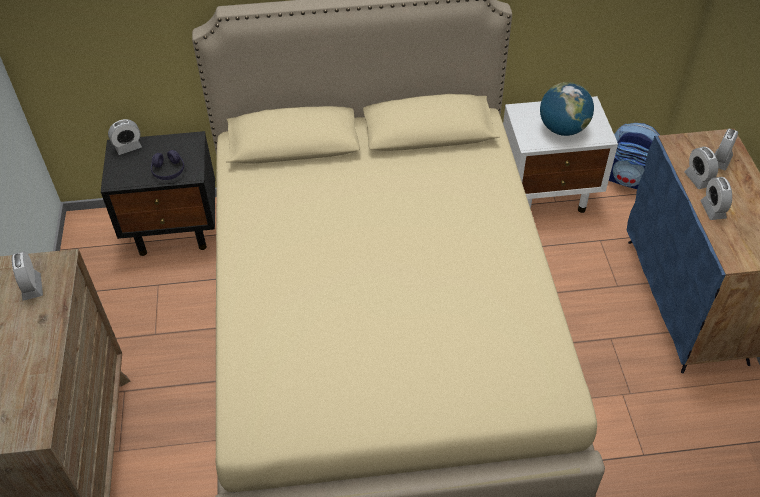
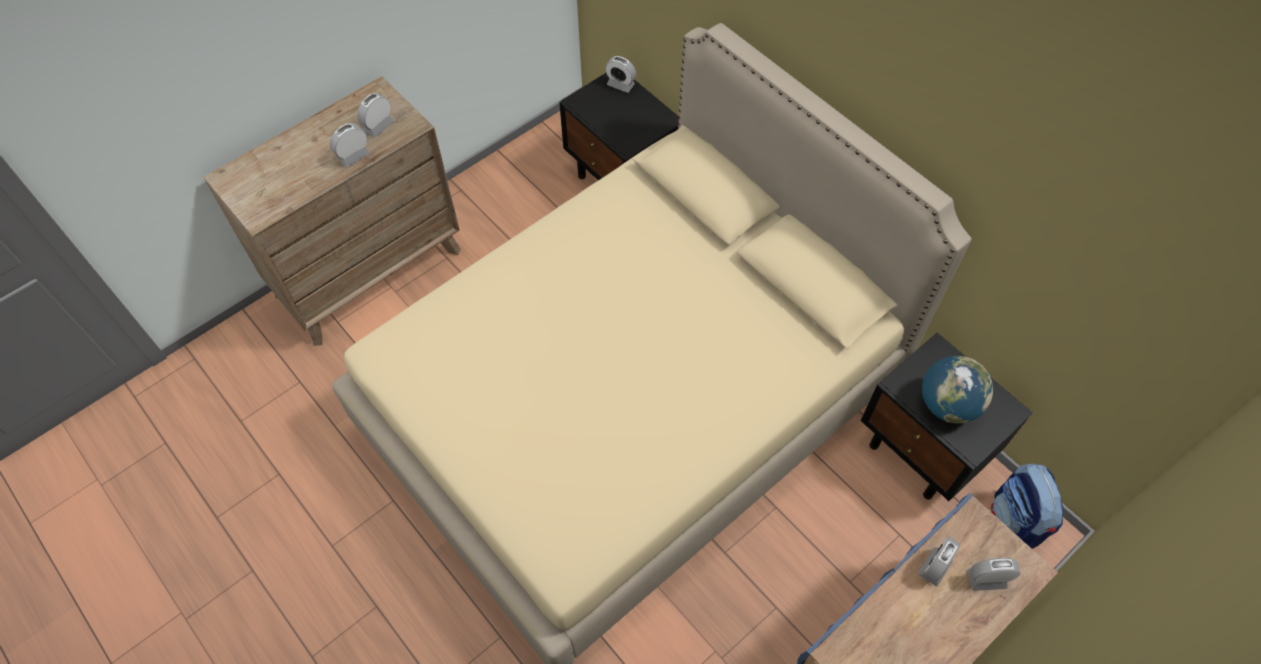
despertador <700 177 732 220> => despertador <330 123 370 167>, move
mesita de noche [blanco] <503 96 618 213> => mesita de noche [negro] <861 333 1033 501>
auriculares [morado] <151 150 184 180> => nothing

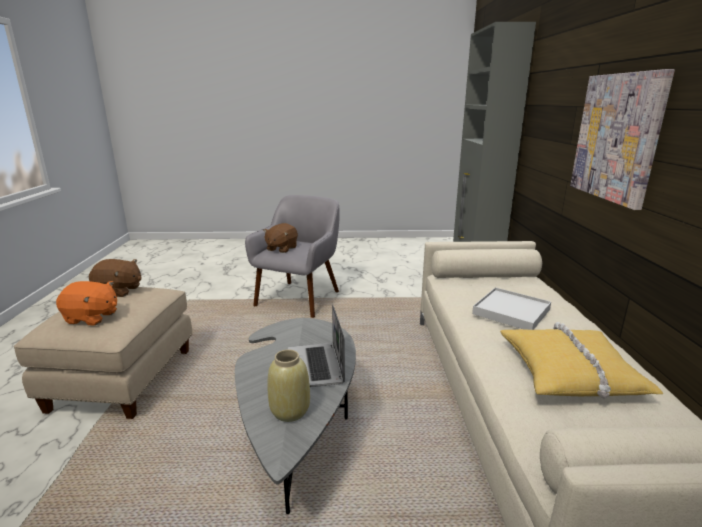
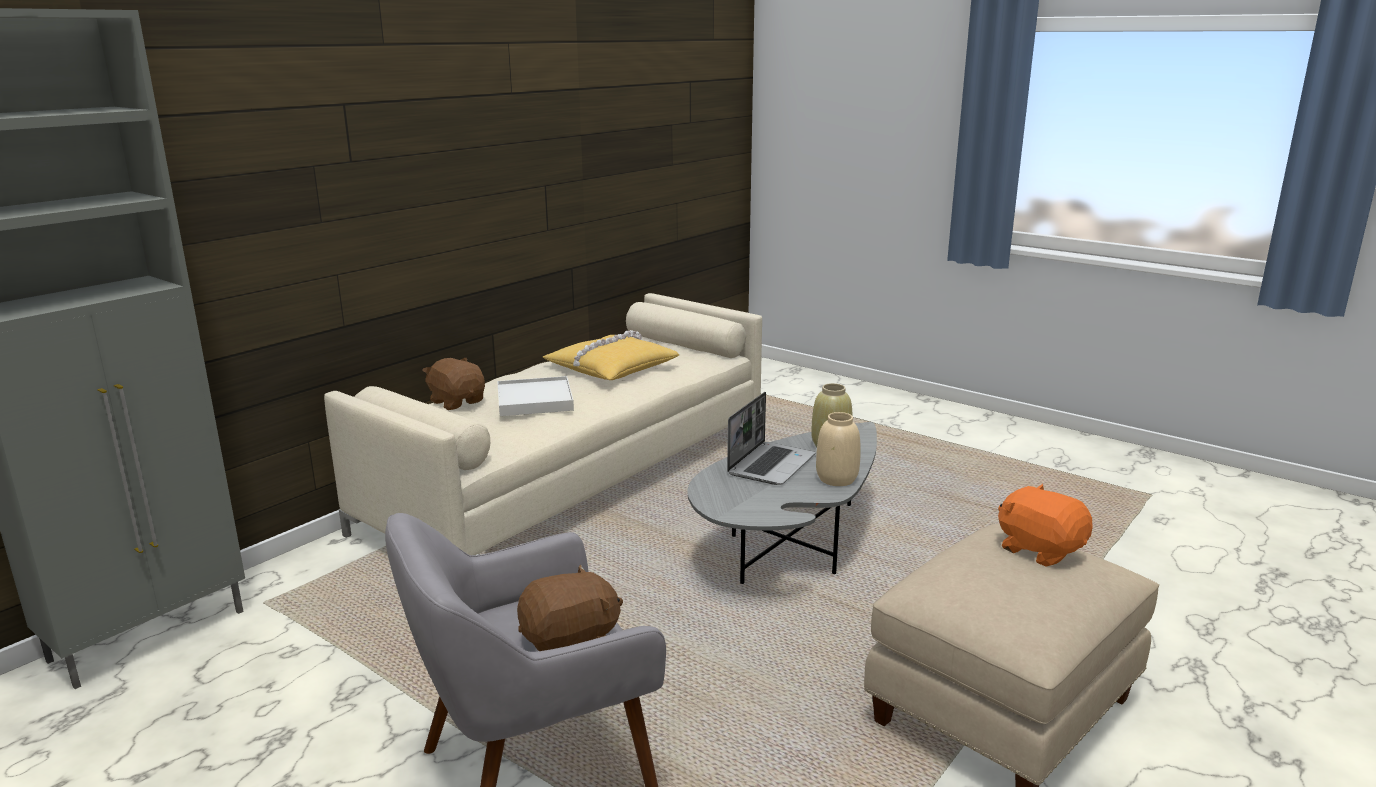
peluche [marrón] <89 259 142 297> => peluche [marrón] <422 358 485 410>, move
nothing => florero [beis] <816 412 861 486>
cuadro <570 69 675 210> => nothing

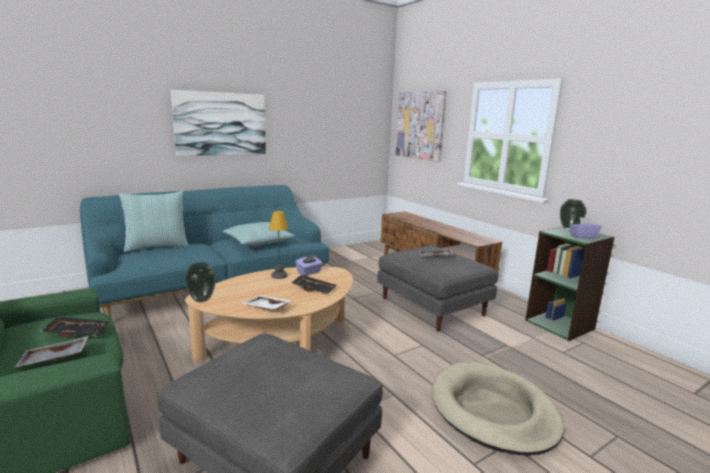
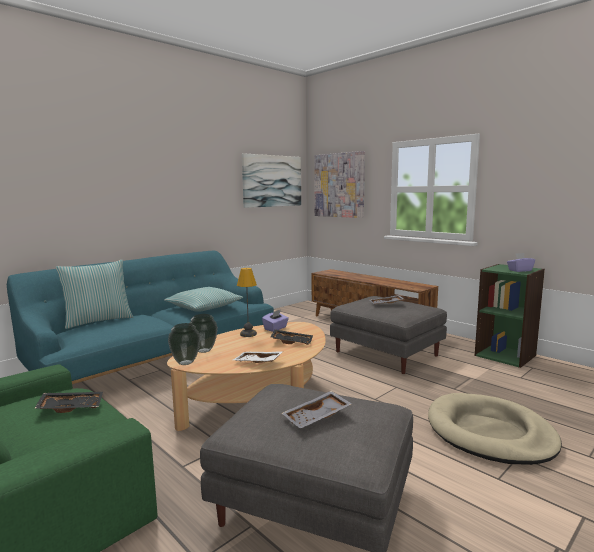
florero <560 199 587 231> => florero <190 314 218 353>, move
cuadro <171 90 266 156> => cuadro <242 153 301 208>, move
bandeja [gris] <14 336 88 367> => bandeja [gris] <282 391 352 429>, move

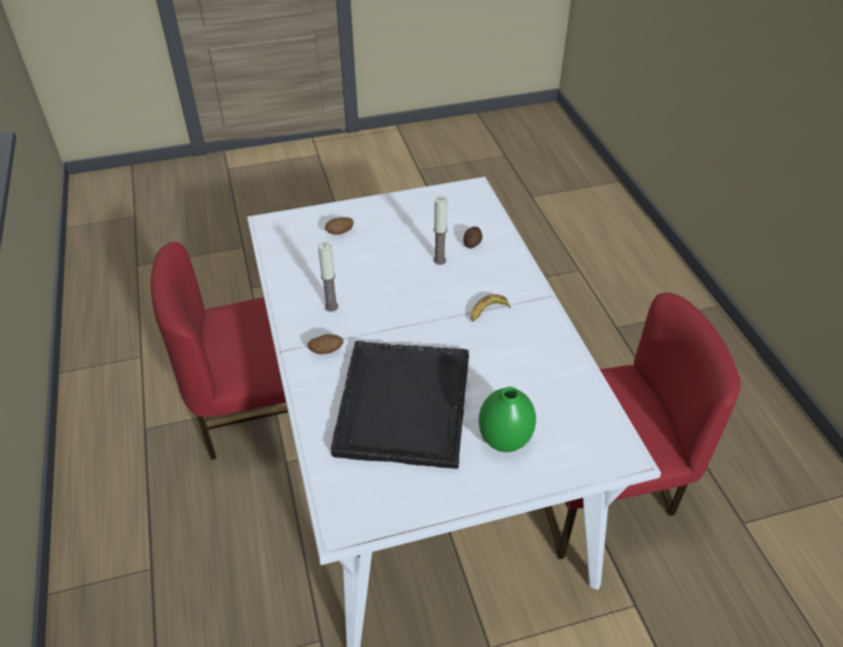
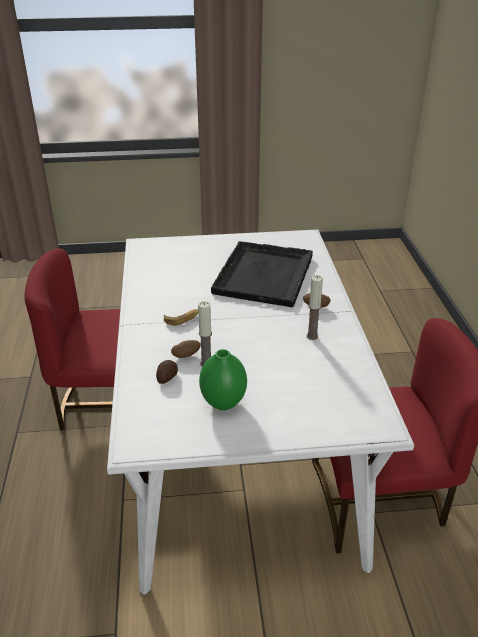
patata <325 217 353 235> => patata <171 340 201 358>, move
florero [verde] <479 387 536 452> => florero [verde] <199 349 247 410>, move

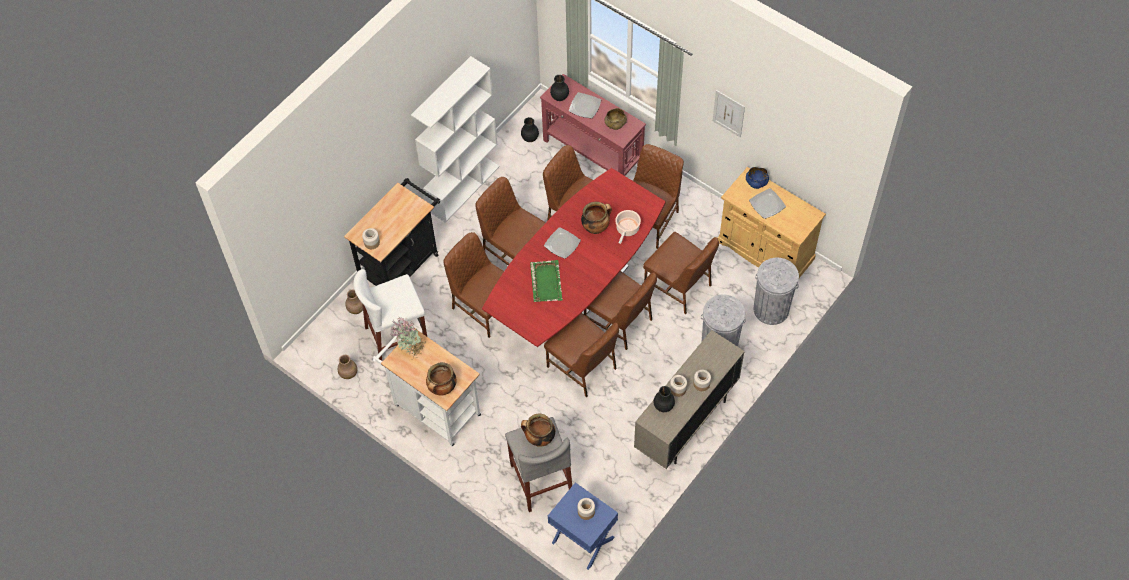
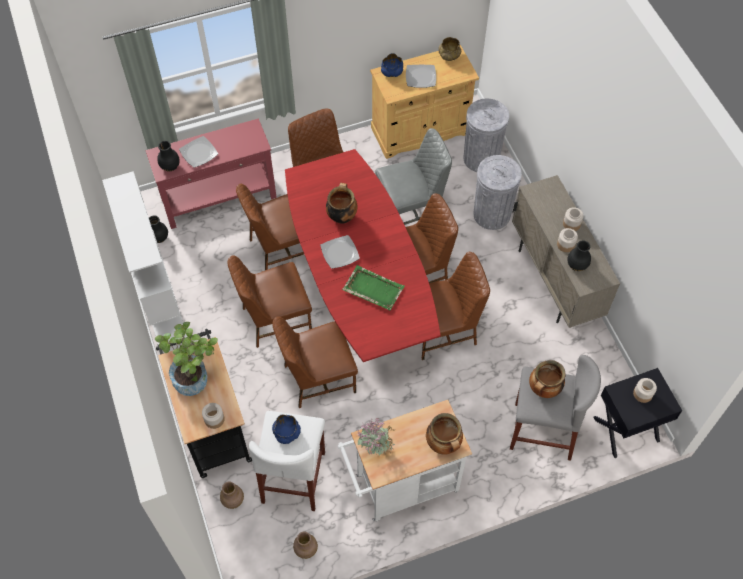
nothing => planta en maceta <155 322 218 396>
nothing => cuenco [azul] <272 414 301 444>
silla [marrón] <643 232 719 314> => silla [gris] <375 128 452 225>
cuenco [beis] <604 108 627 130> => cuenco [beis] <438 37 461 61>, move
mesita de noche [azul] <548 482 618 570> => mesita de noche [negro] <594 368 682 458>
olla <615 210 641 244> => nothing
cuadro <713 90 745 137> => nothing

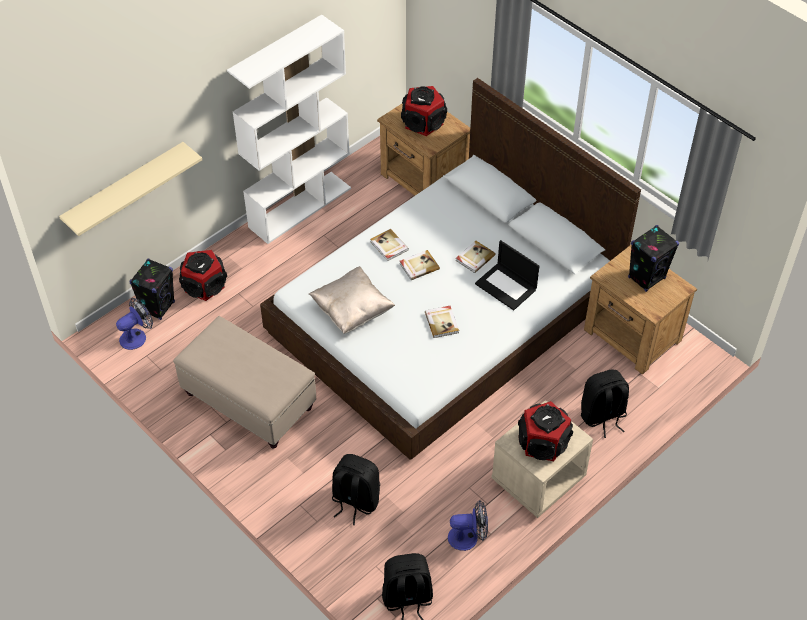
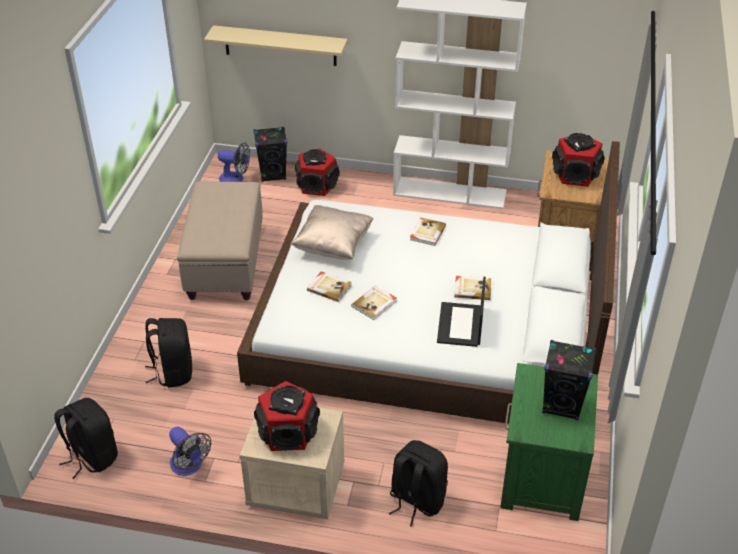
libro <400 250 440 280> => libro <307 271 352 302>, move
mesita de noche [marrón] <584 245 697 375> => mesita de noche [verde] <500 363 598 521>

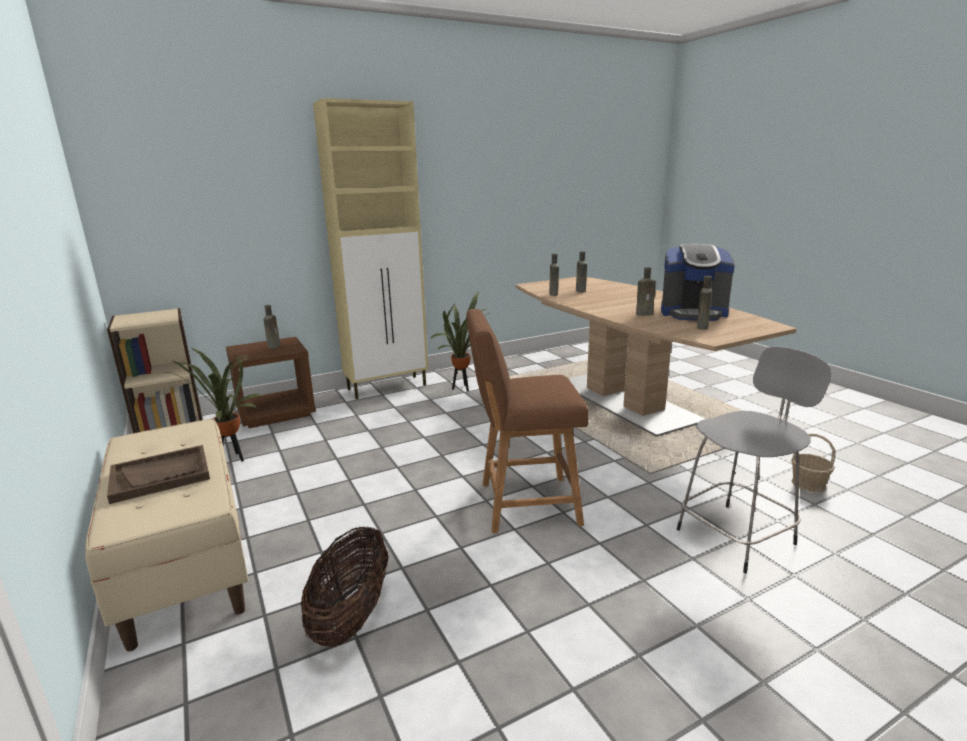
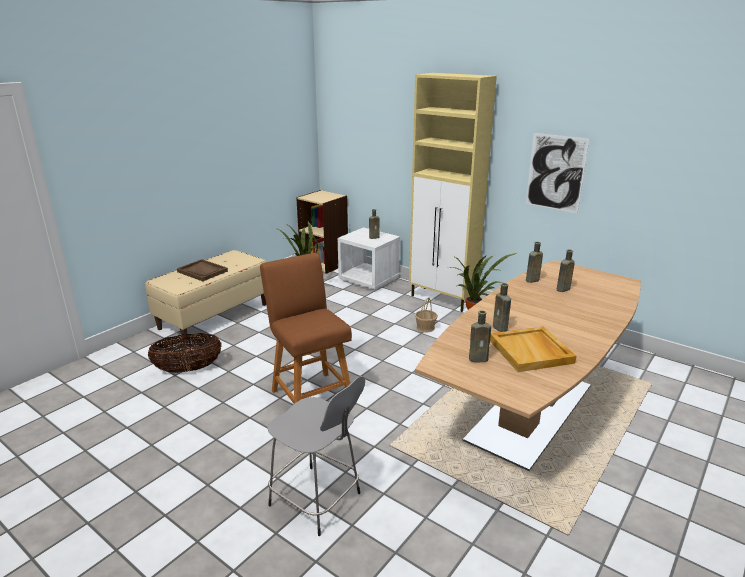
mesita de noche [marrón] <226 337 316 428> => mesita de noche [blanco] <338 227 400 291>
cesta <791 434 835 492> => cesta <415 297 438 333>, move
cafetera <661 244 735 321> => bandeja [beis] <490 326 577 372>
nothing => cuadro <526 133 589 213>

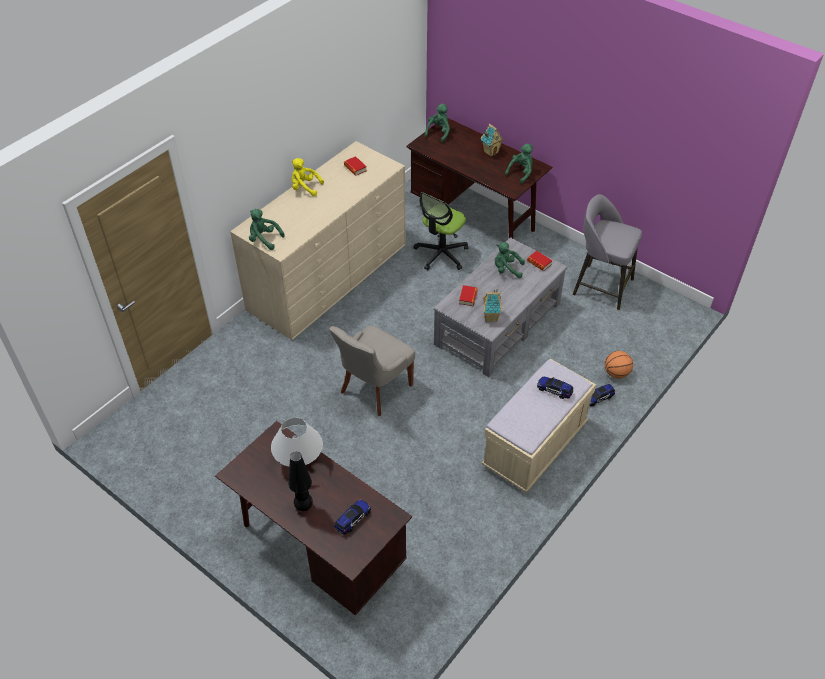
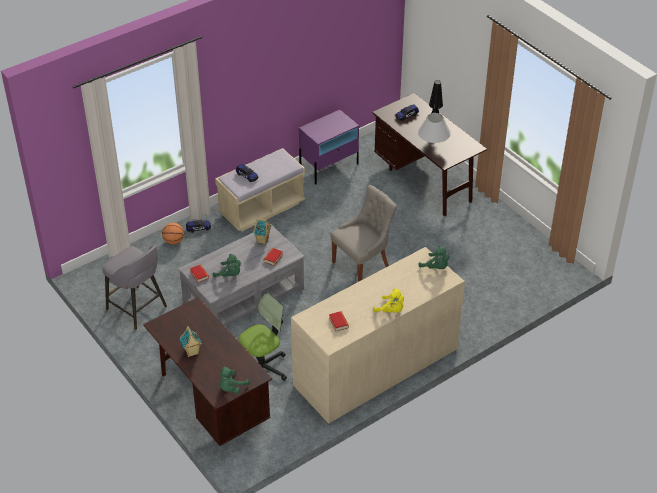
nothing => mesita de noche [morado] <299 110 359 184>
peluche [verde] <505 144 533 184> => nothing

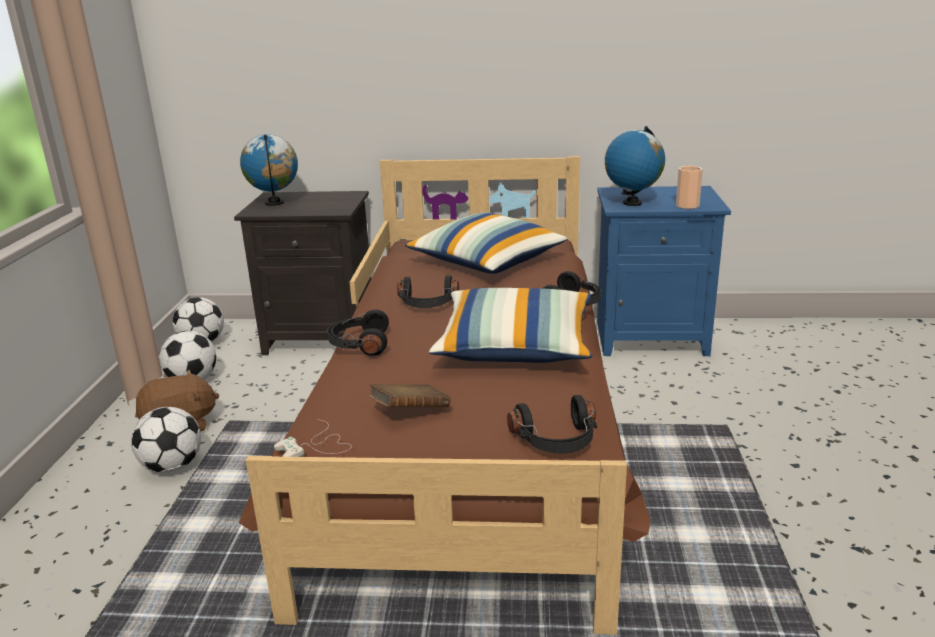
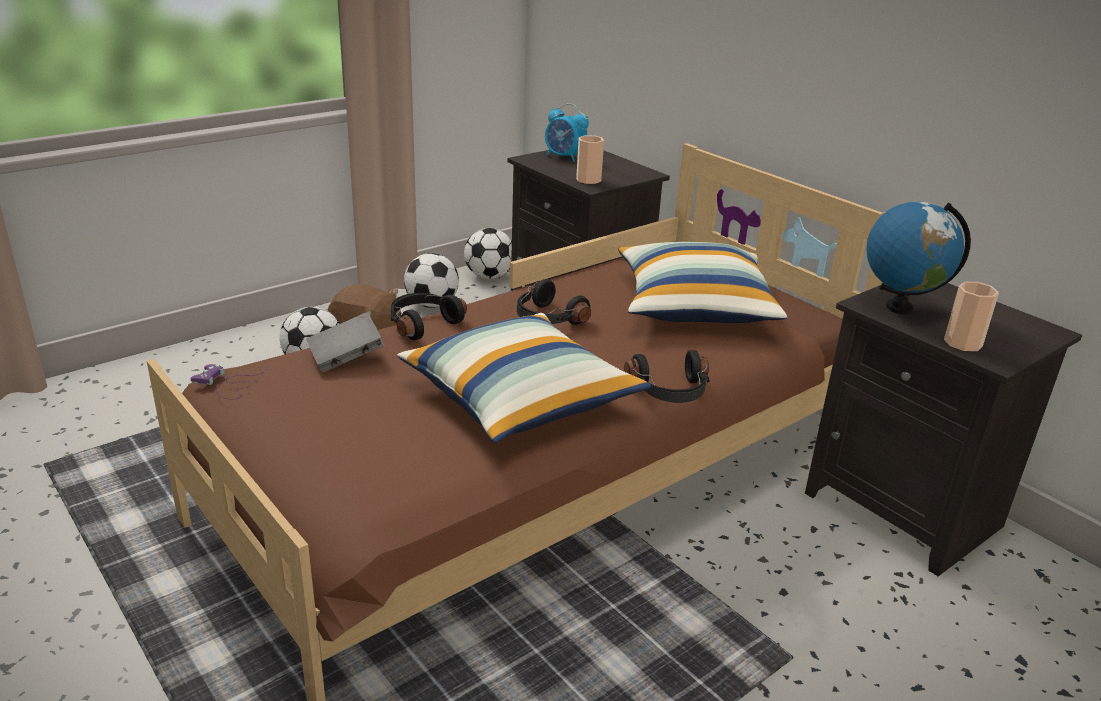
mando de consola [blanco] <274 420 352 457> => mando de consola [morado] <191 364 267 400>
nothing => libro [gris] <306 312 384 372>
globo terráqueo <240 134 298 206> => despertador <545 103 589 162>
nothing => taza <576 135 604 184>
mesita de noche [azul] <597 186 731 356> => mesita de noche [negro] <805 283 1082 576>
libro [marrón] <369 384 450 407> => nothing
auriculares [negro] <507 395 597 454> => nothing

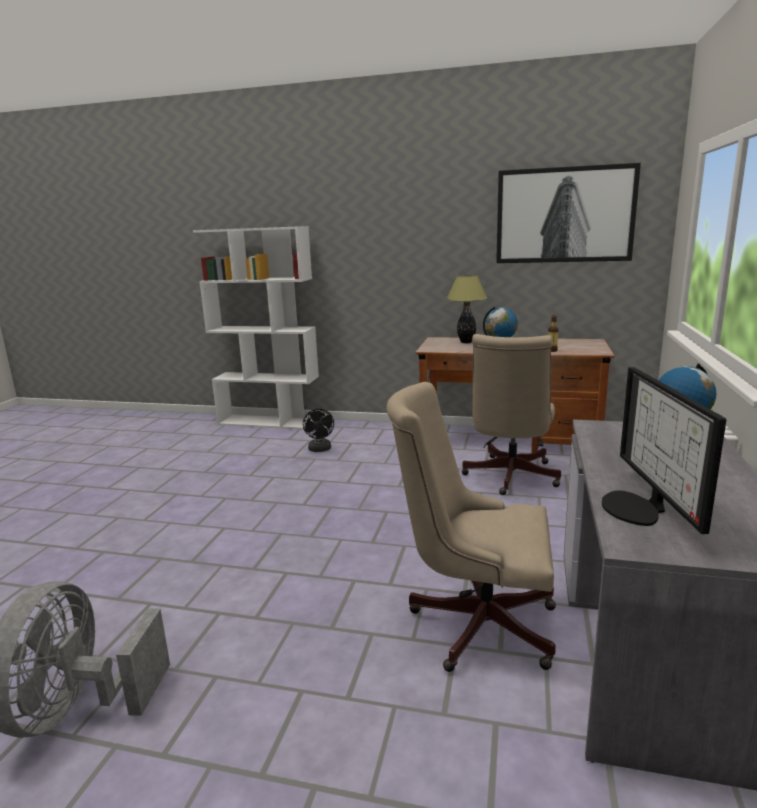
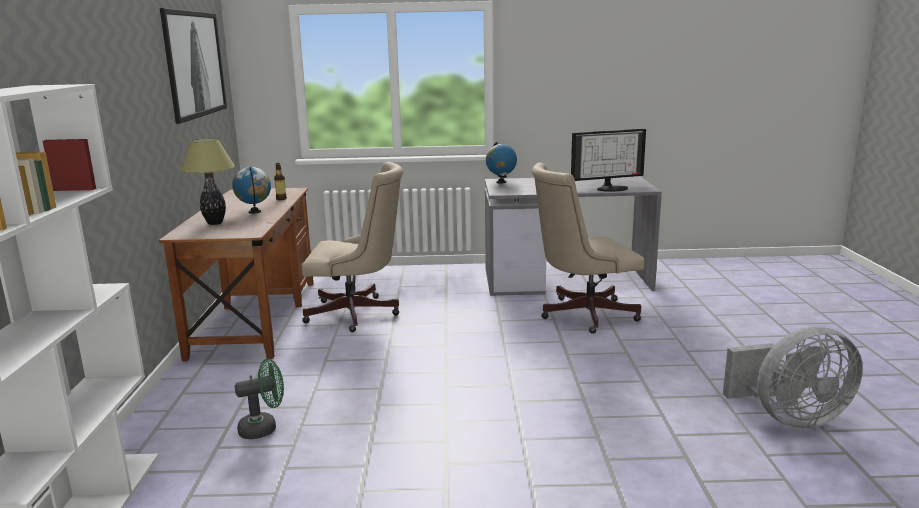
ventilador [negro] <303 409 334 452> => ventilador [verde] <235 359 284 439>
silla de oficina [beis] <386 382 556 672> => silla de oficina [beis] <532 163 644 334>, 75 degrees clockwise

